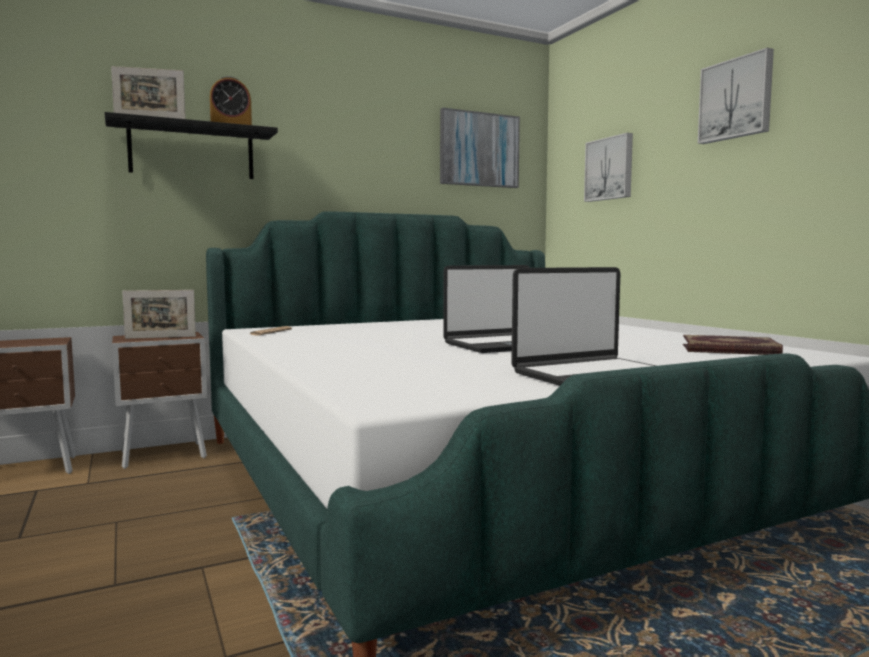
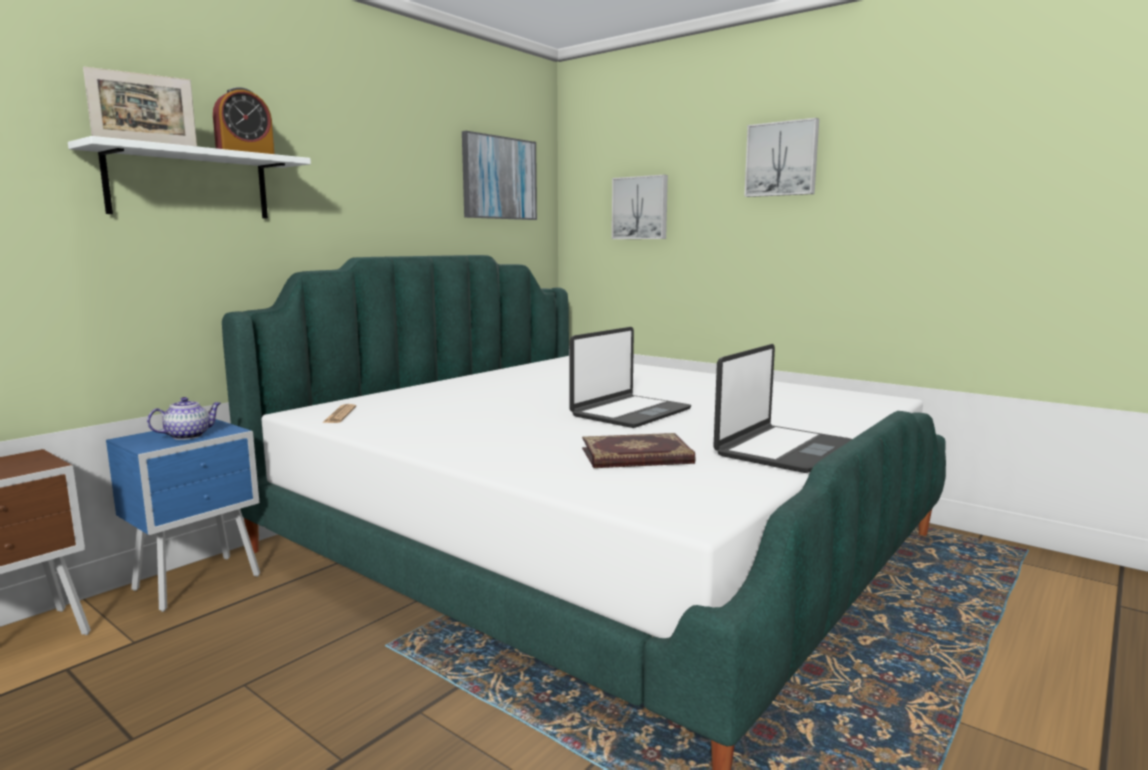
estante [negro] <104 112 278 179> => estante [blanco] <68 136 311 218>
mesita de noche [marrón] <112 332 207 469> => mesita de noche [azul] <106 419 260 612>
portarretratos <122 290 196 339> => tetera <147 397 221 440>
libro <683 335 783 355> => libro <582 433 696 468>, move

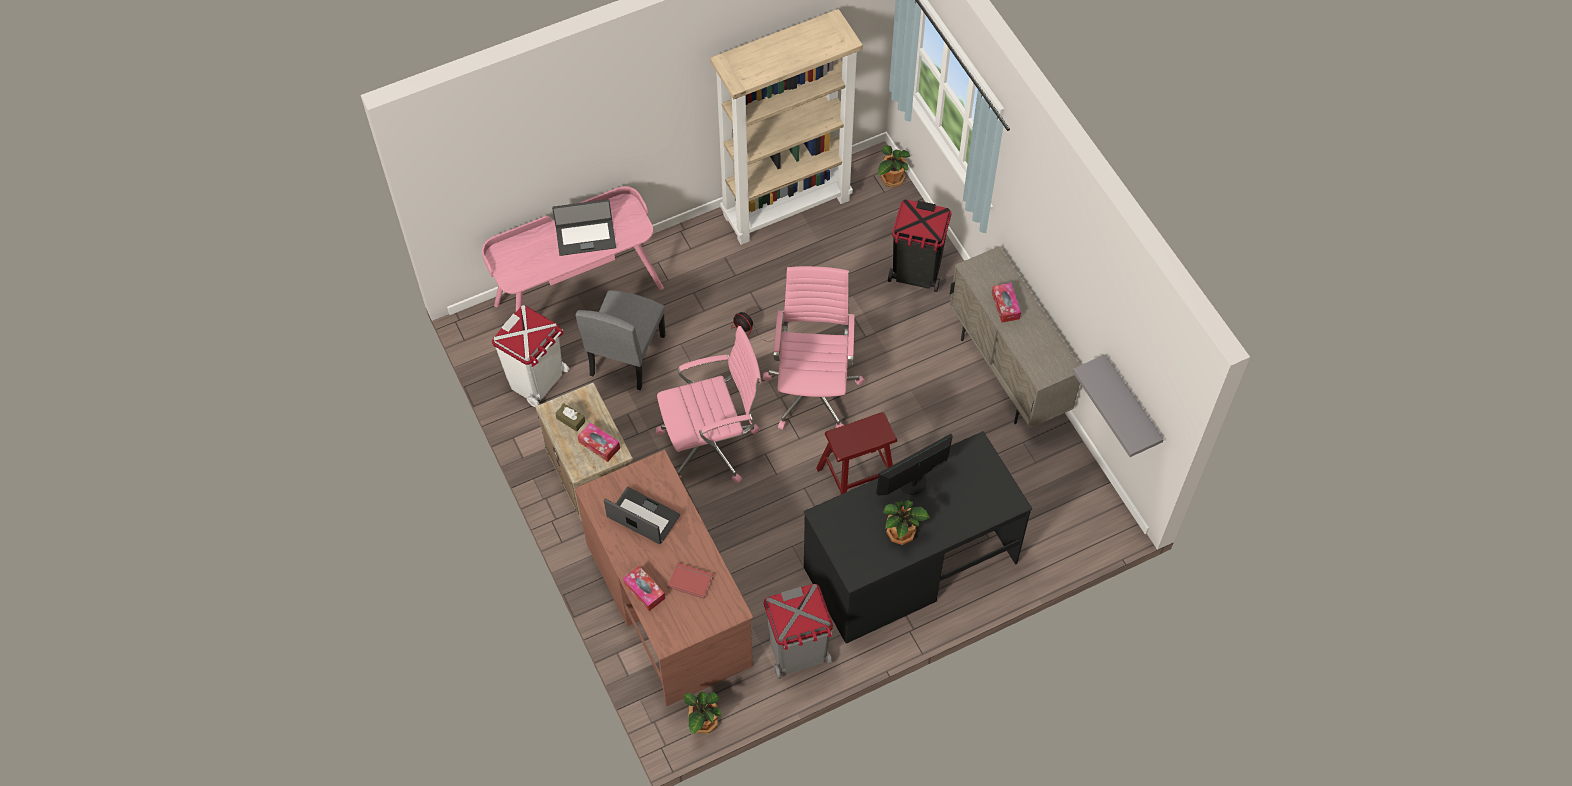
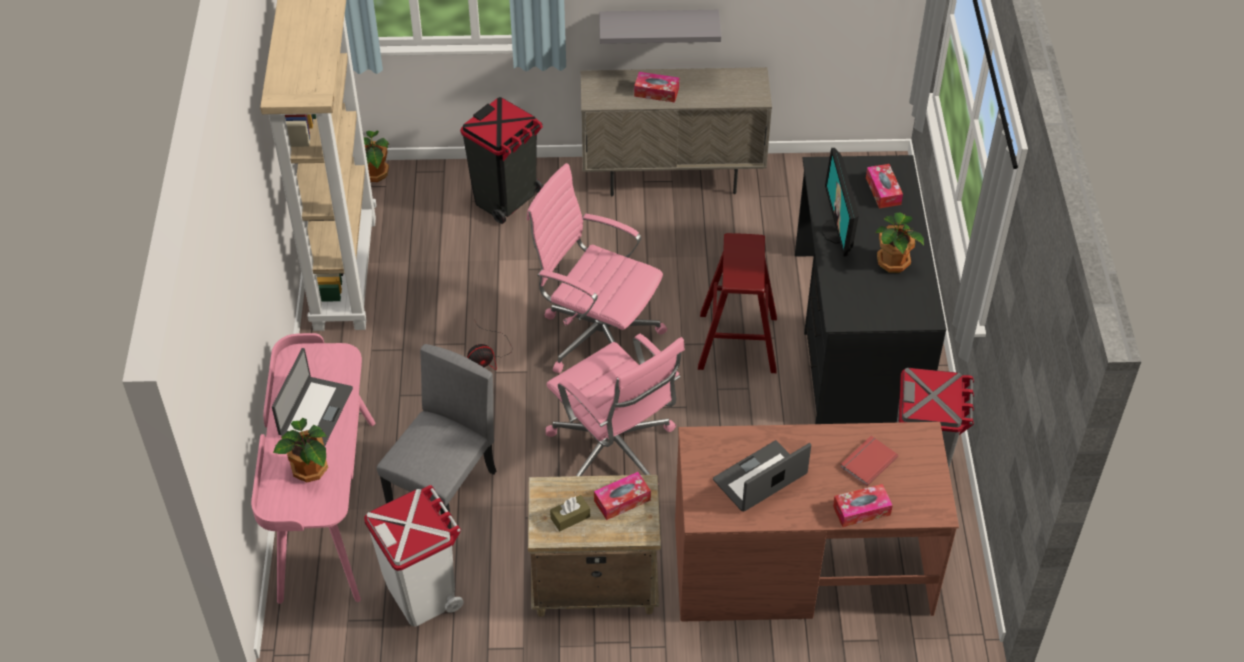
planta en maceta <684 691 721 734> => planta en maceta <273 418 328 482>, move
silla [gris] <576 290 665 390> => silla [gris] <377 344 496 529>, 105 degrees counterclockwise
silla de oficina [rosa] <656 326 762 484> => silla de oficina [rosa] <546 334 685 476>, 135 degrees clockwise
estante [gris] <1072 354 1164 457> => estante [gris] <599 10 721 44>, move
nothing => caja de pañuelos <866 164 903 208>

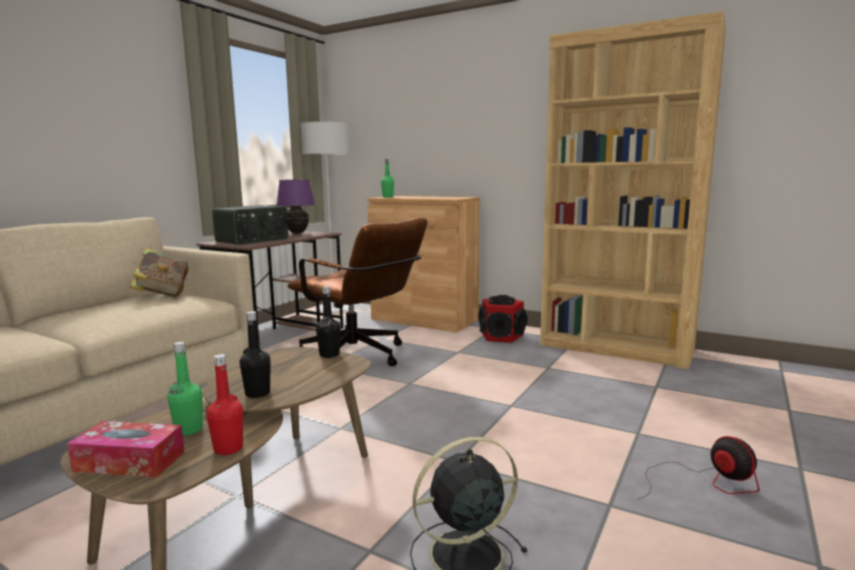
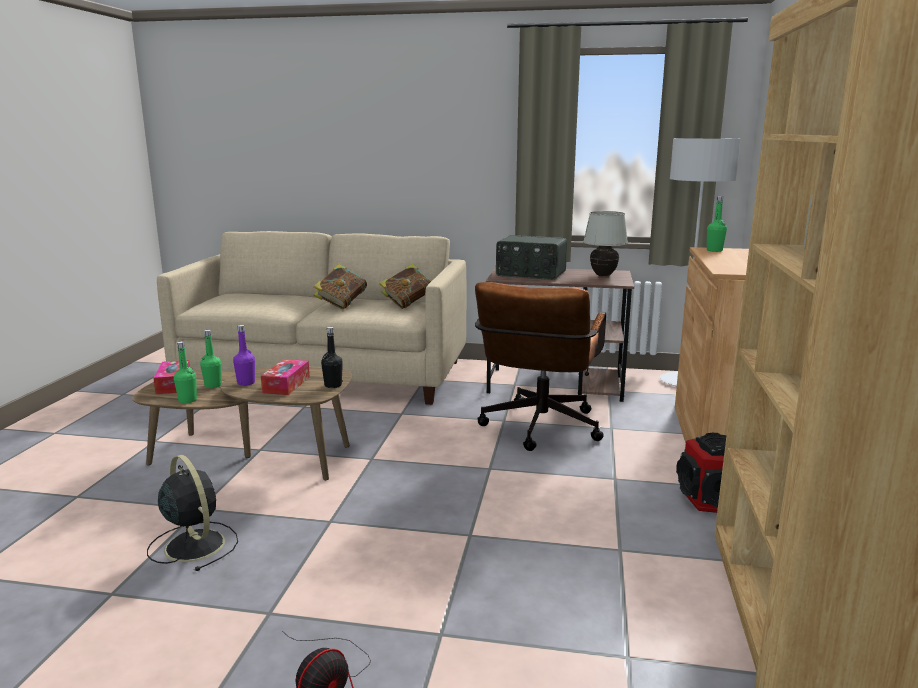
botella [rojo] <206 354 243 455> => botella [verde] <174 341 197 403>
botella [negro] <240 311 271 398> => botella [morado] <233 325 255 386>
nothing => caja de pañuelos <261 359 310 395>
nothing => libro <314 264 367 309>
lámpara de mesa [morado] <277 180 315 234> => lámpara de mesa [blanco] <583 211 628 276>

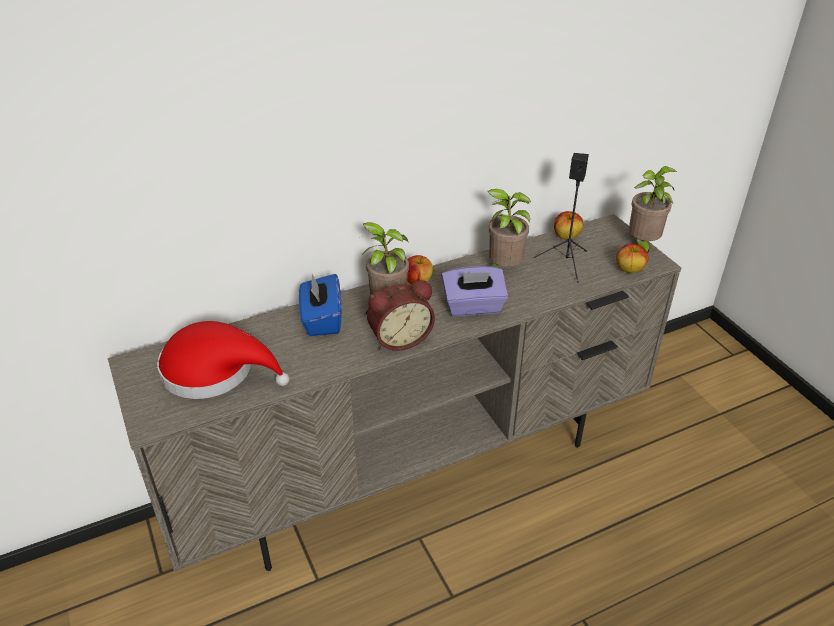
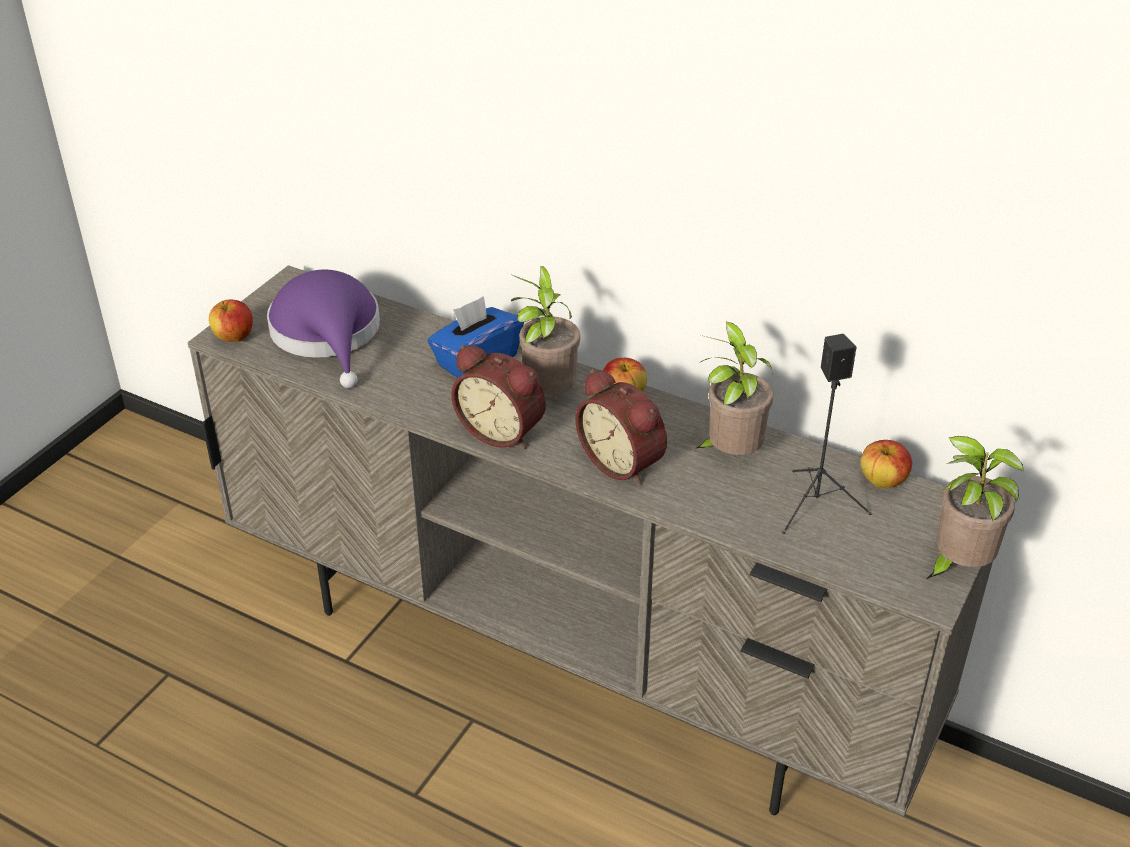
manzana <616 244 649 274> => manzana <209 300 253 342>, move
sombrero [rojo] <157 321 290 399> => sombrero [morado] <267 269 380 388>
caja de pañuelos [morado] <442 266 508 316> => despertador <576 369 667 485>

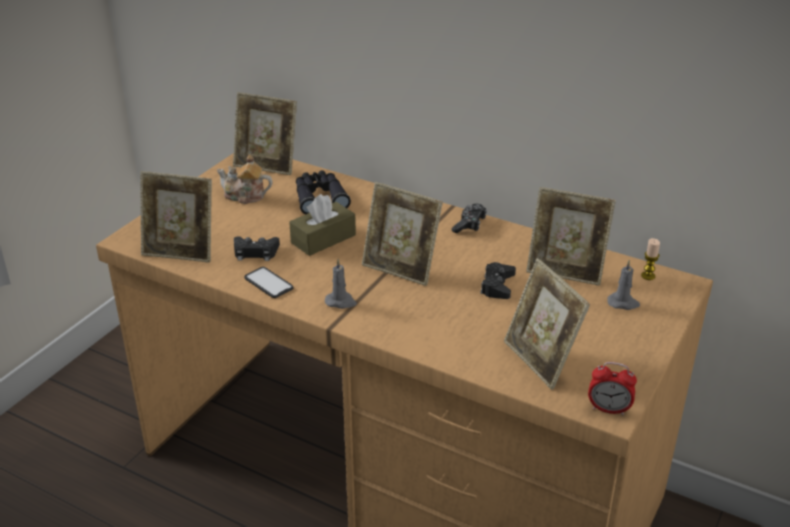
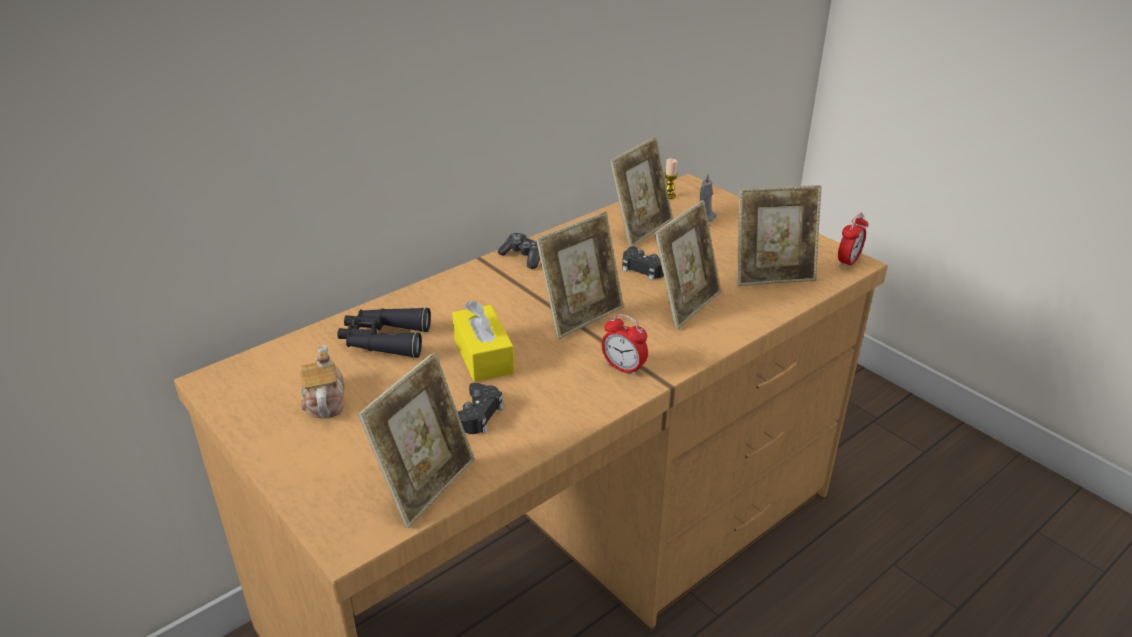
tetera <217 154 273 204> => tetera <299 345 345 418>, 135 degrees clockwise
caja de pañuelos [marrón] <289 194 356 256> => caja de pañuelos [amarillo] <452 300 514 382>
vela [gris] <325 259 357 309> => despertador <601 314 648 376>
portarretratos <233 92 297 175> => portarretratos <655 200 721 329>, move
móvil <244 267 294 298> => nothing

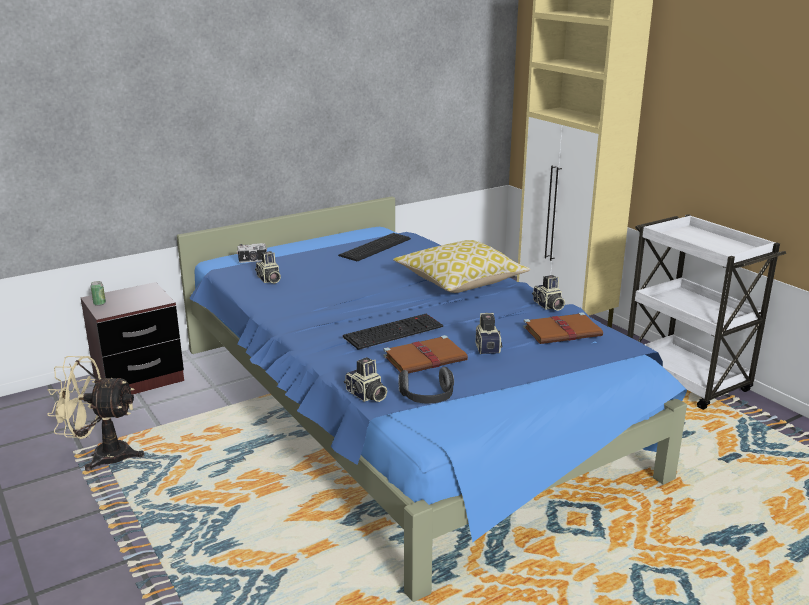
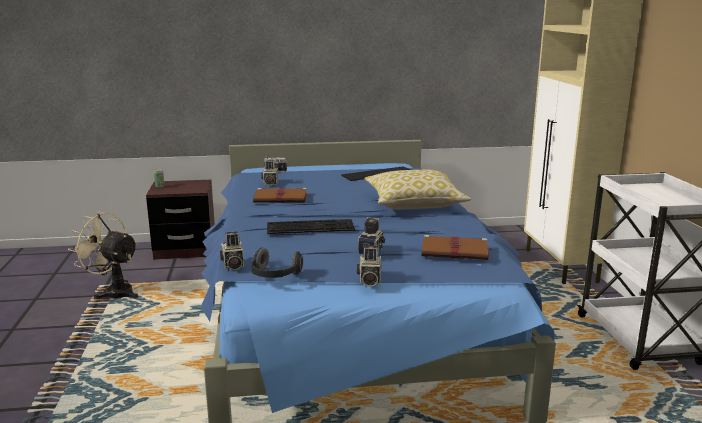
libro [marrón] <383 335 468 373> => libro [marrón] <253 188 311 203>, move
cámara <532 275 565 311> => cámara <357 245 382 287>, move

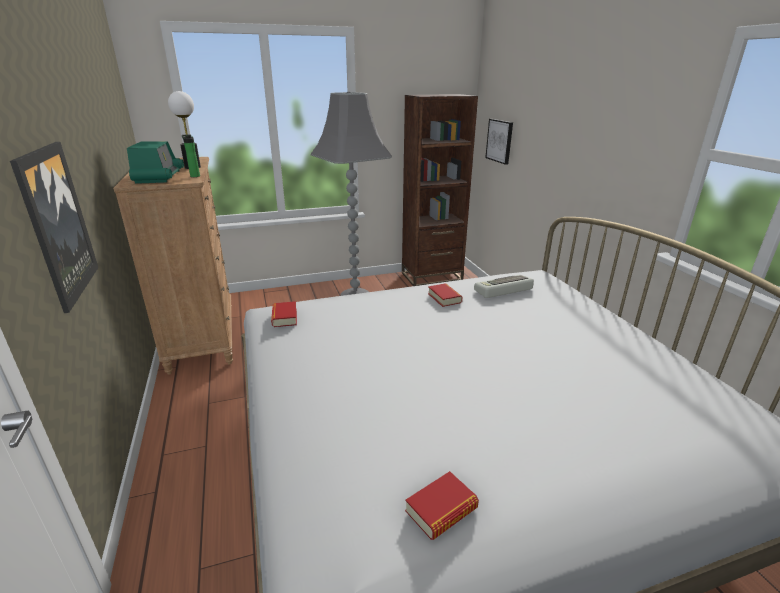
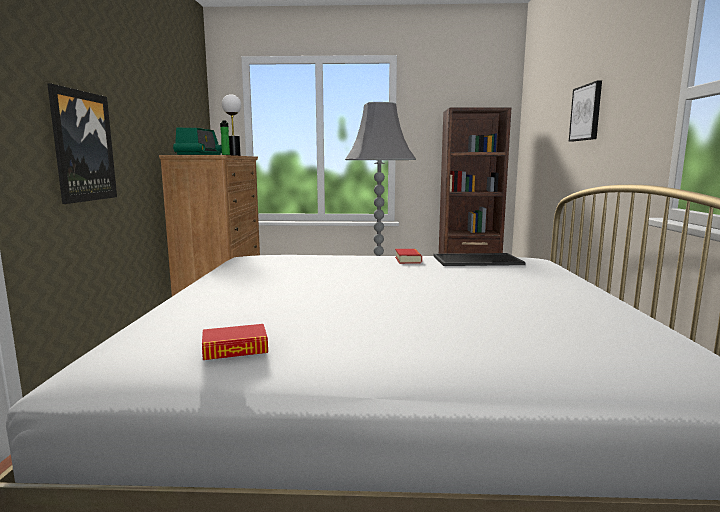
teclado <474 275 534 298> => bandeja <433 253 526 266>
cuadro <485 119 513 165> => cuadro <569 80 602 141>, move
libro <271 301 297 327> => nothing

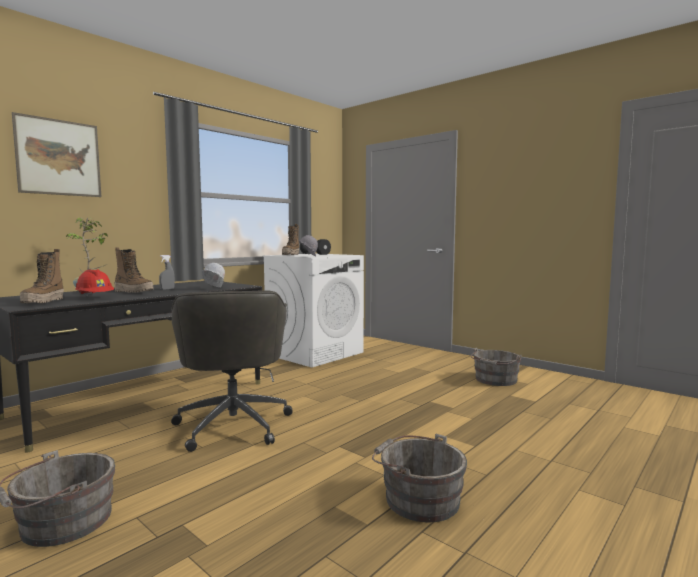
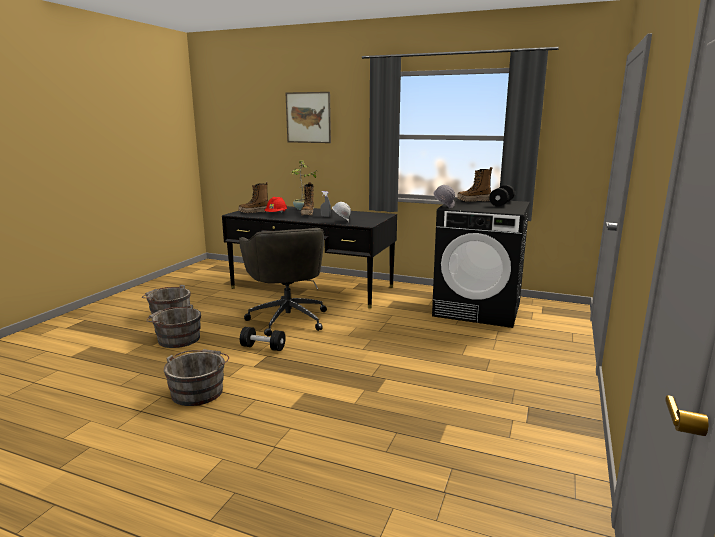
cubo [gris] <471 348 522 386> => cubo [gris] <146 304 201 348>, move
silla de oficina [gris] <171 291 292 452> => silla de oficina [gris] <239 228 327 337>, 75 degrees counterclockwise
nothing => mancuerna [negro] <240 327 286 351>
lavadora [blanco] <262 253 364 368> => lavadora [negro] <432 198 530 328>

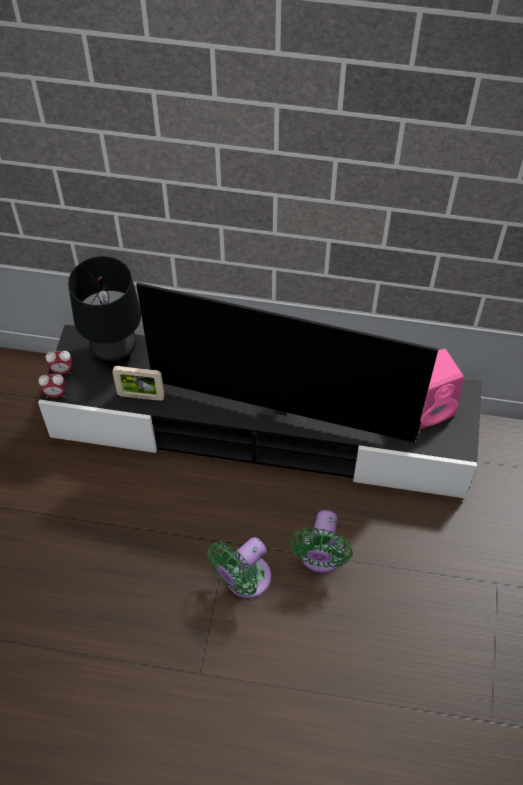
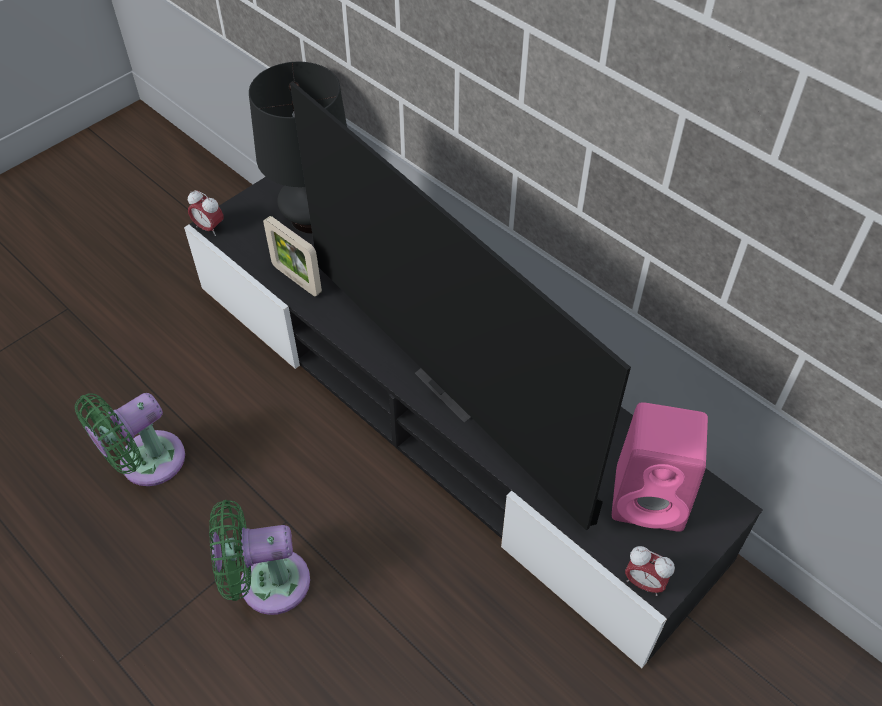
ventilador [verde] <289 510 353 573> => ventilador [verde] <75 393 185 486>, move
despertador <46 351 72 374> => despertador <625 546 675 596>, move

